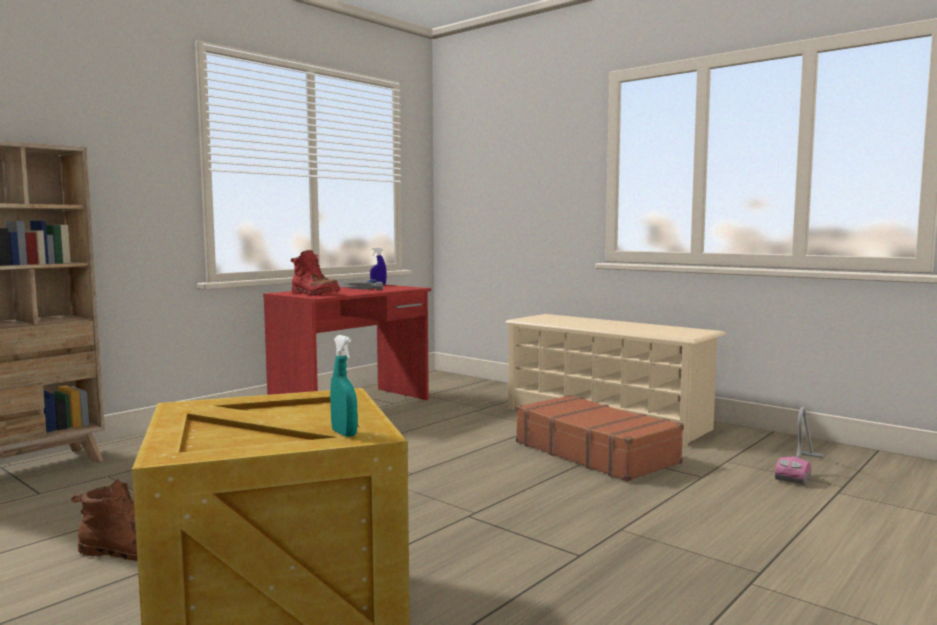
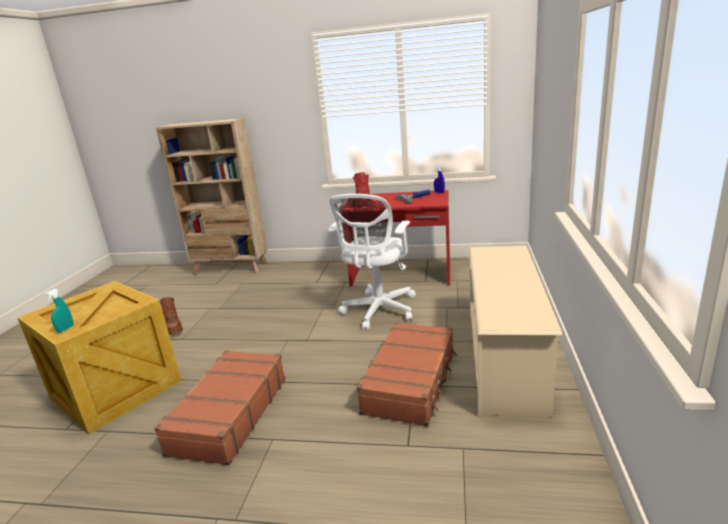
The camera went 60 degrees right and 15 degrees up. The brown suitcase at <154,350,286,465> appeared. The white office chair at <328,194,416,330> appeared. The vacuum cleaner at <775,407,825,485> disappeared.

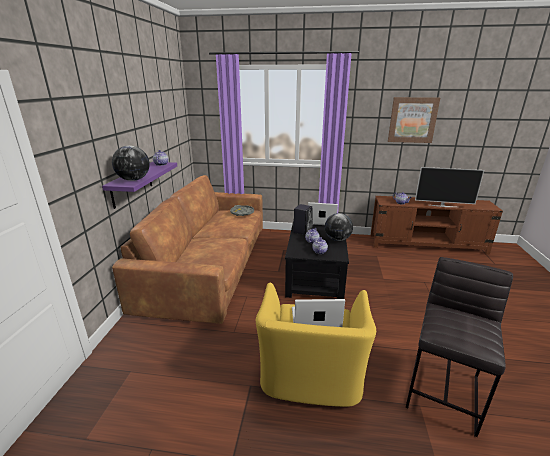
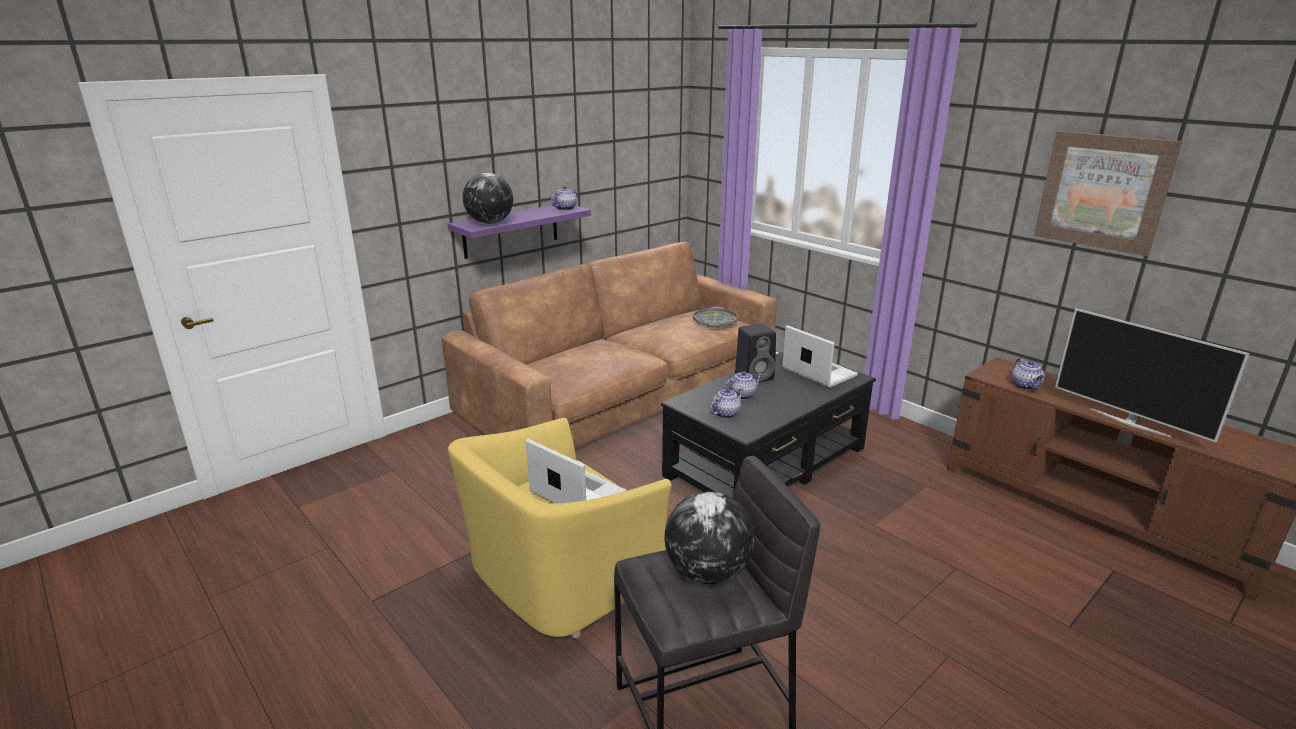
The camera went 40 degrees right and 0 degrees up. The globe moved from <325,213,353,241> to <665,491,755,584>.

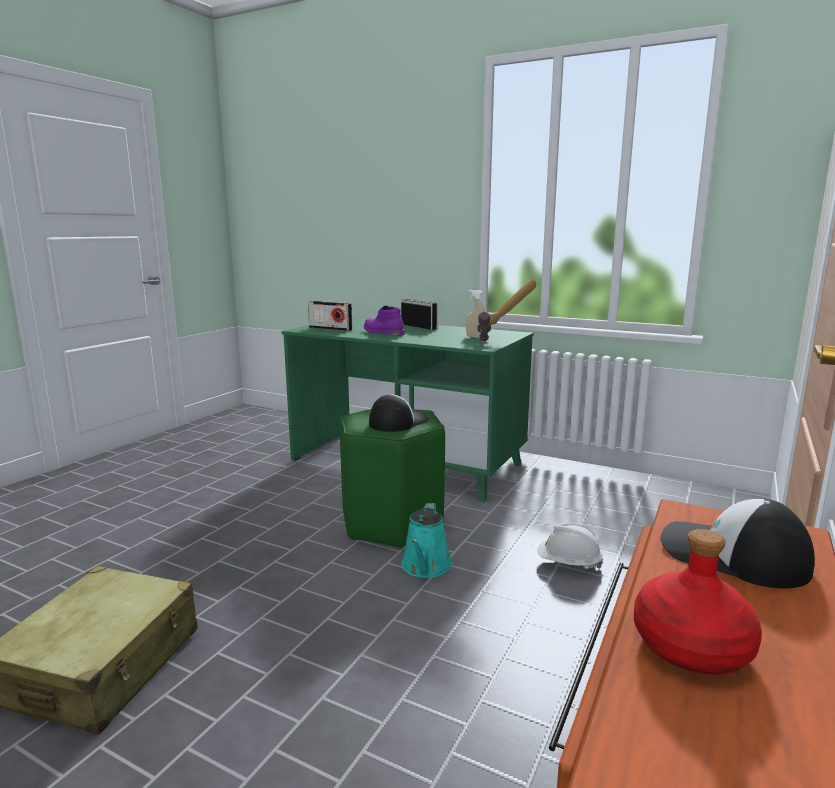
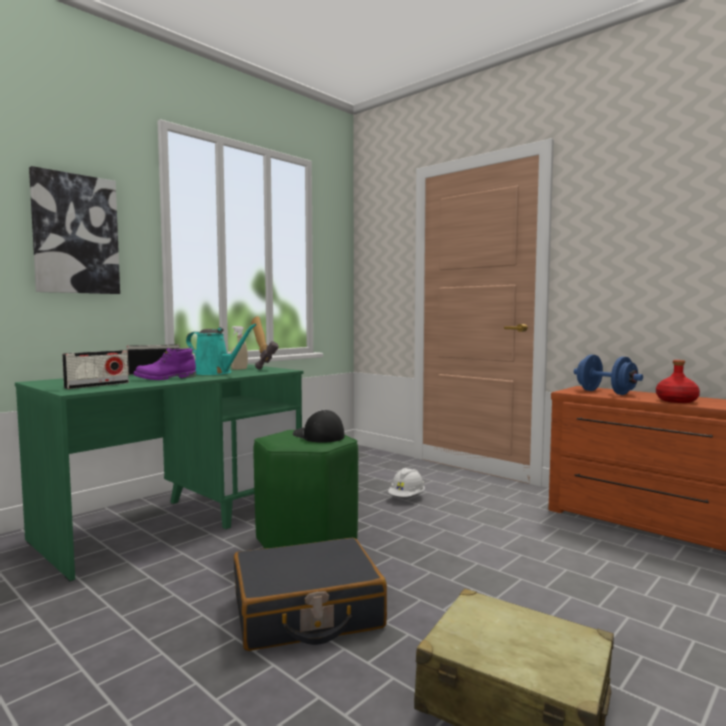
The camera went 75 degrees left and 10 degrees down. The picture at <29,166,120,294> appeared. The turquoise watering can moved from <401,503,452,578> to <186,324,256,375>. The black suitcase at <234,538,387,651> appeared. The cap at <661,499,815,588> was replaced by the blue dumbbell at <574,355,643,395>.

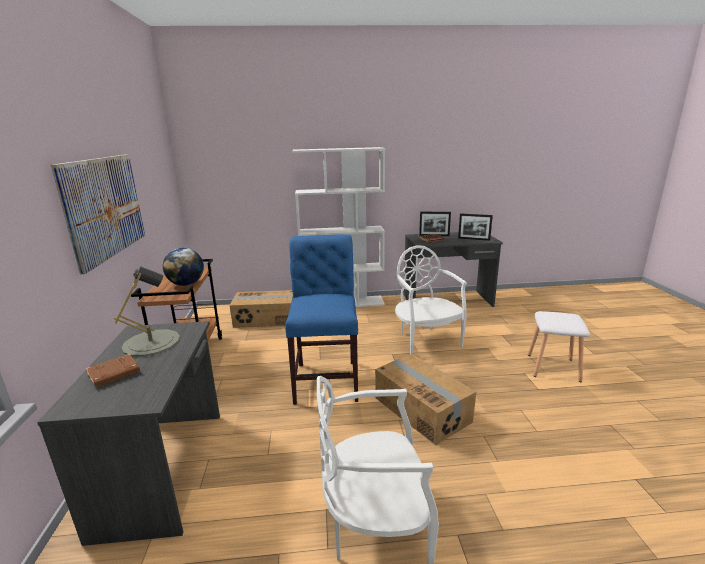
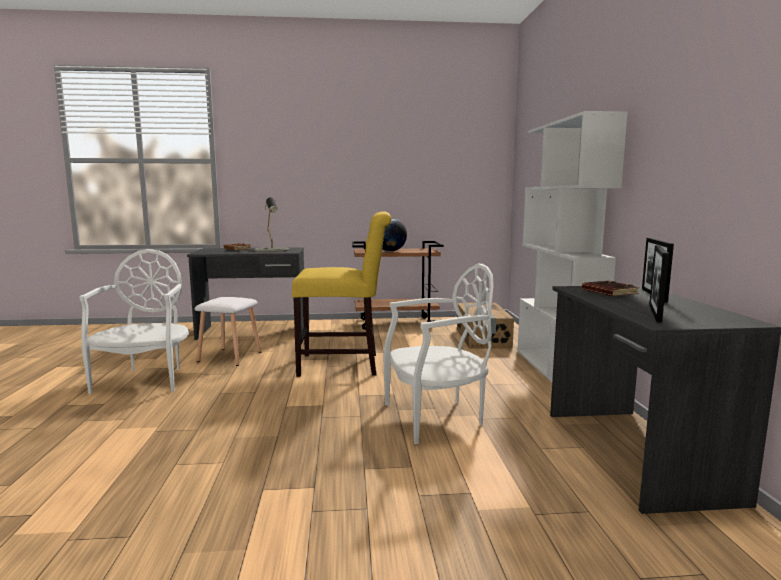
The camera went 90 degrees right and 10 degrees down. The white stool moved from <528,311,590,382> to <195,297,262,366>. The blue chair at <285,234,358,405> became the yellow chair at <292,211,391,377>. The picture at <51,154,145,274> disappeared. The cardboard box at <375,354,476,445> disappeared.

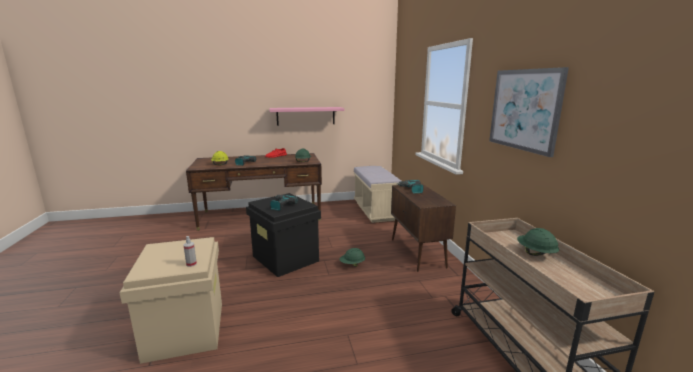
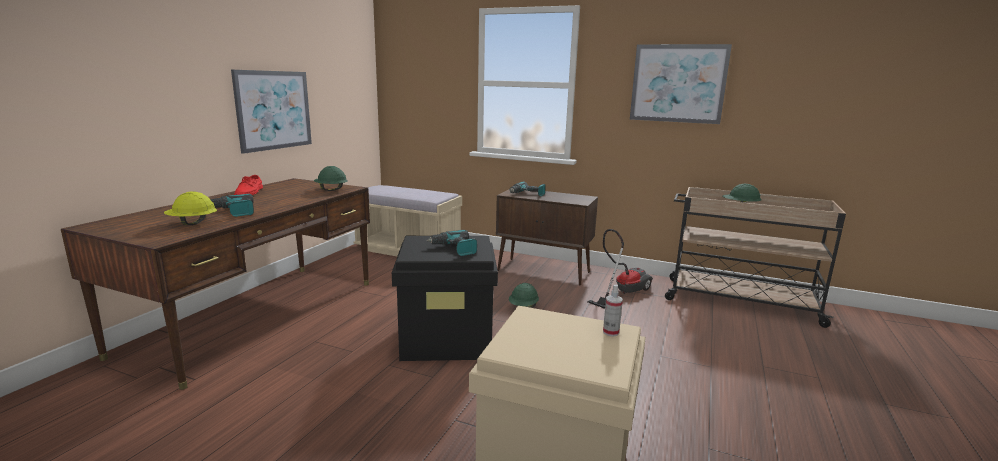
The camera went 55 degrees left and 0 degrees up. The pink shelf at <269,107,344,126> was replaced by the picture at <231,70,312,154>. The vacuum cleaner at <587,229,653,309> appeared.

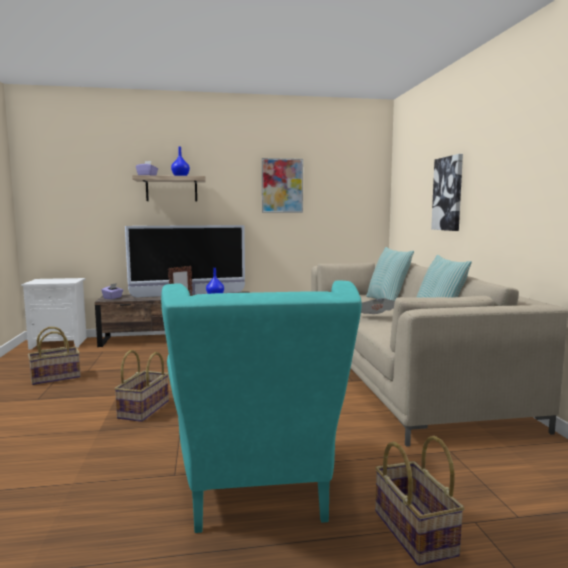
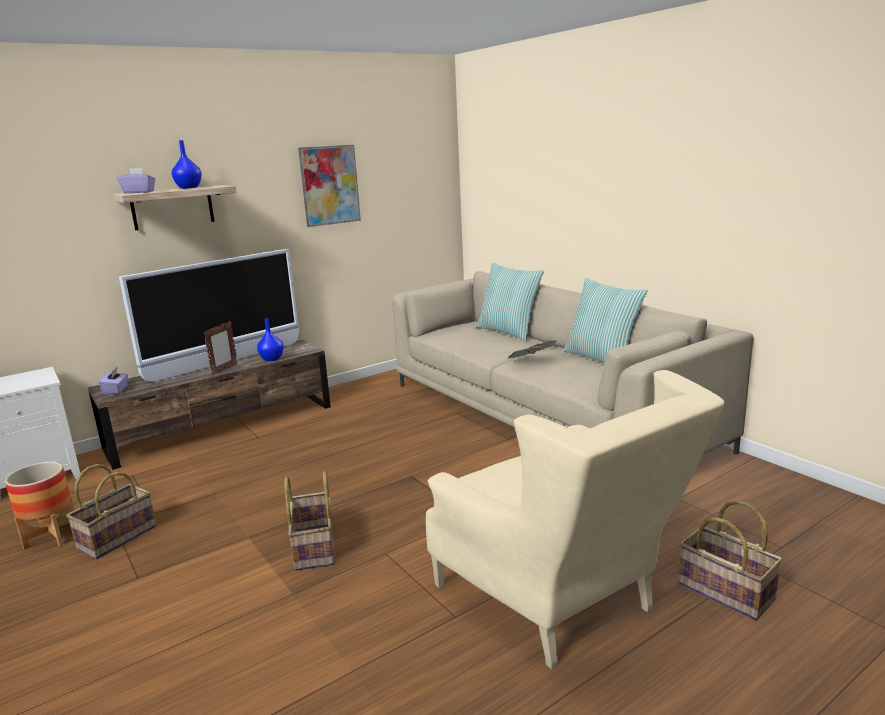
The camera went 25 degrees left and 10 degrees up. The planter at <5,462,75,550> appeared. The turquoise armchair at <161,280,362,533> became the beige armchair at <426,370,725,670>. The picture at <431,154,463,231> disappeared.

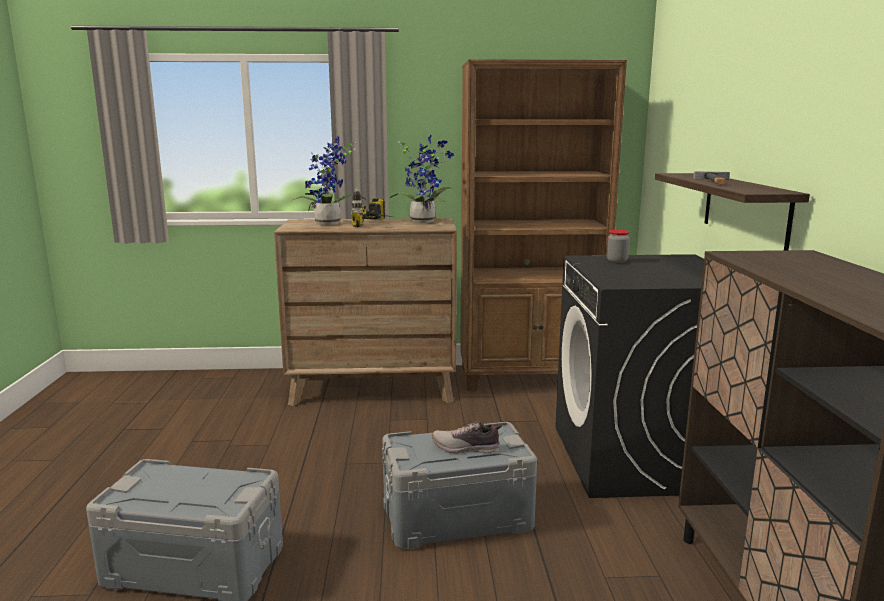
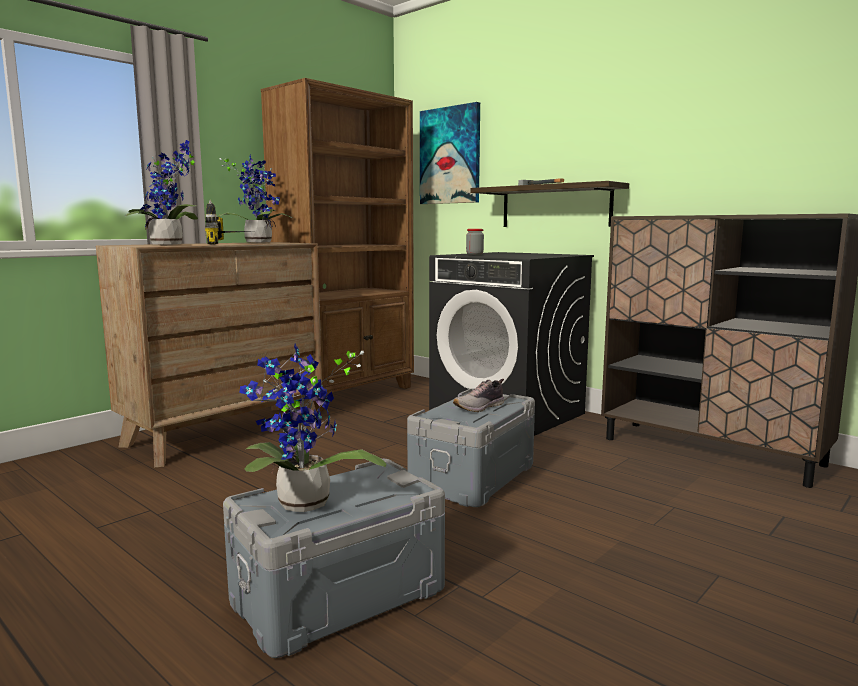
The camera went 45 degrees left and 5 degrees down. The potted plant at <240,344,387,512> appeared. The picture at <420,102,480,204> appeared.

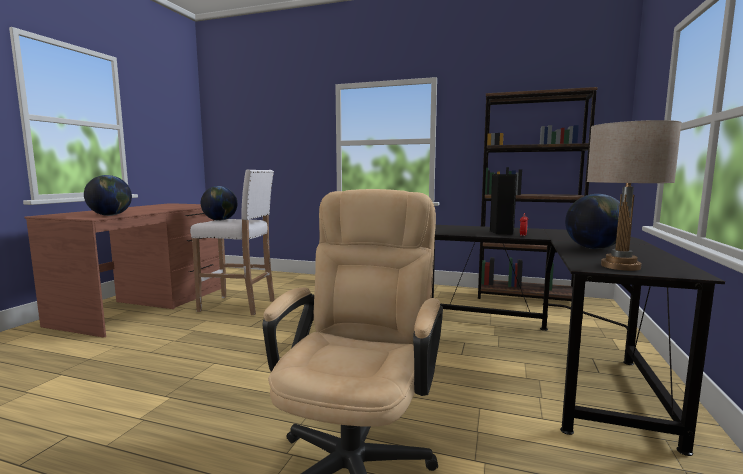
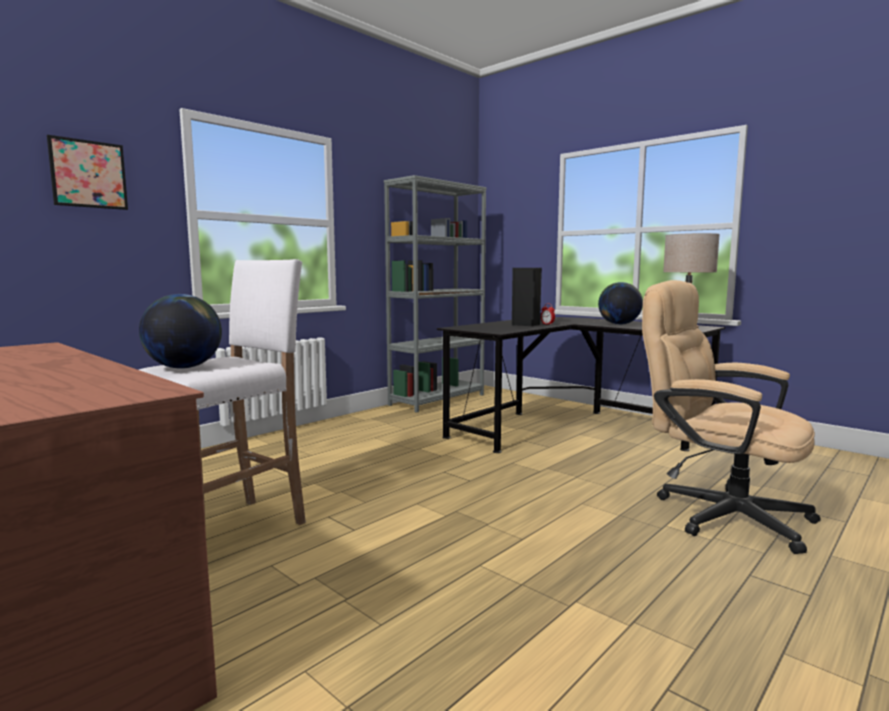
The camera went 65 degrees left and 0 degrees up. The picture at <47,135,128,210> appeared. The brown bookcase at <478,87,598,301> became the grey bookcase at <384,175,487,413>. The globe at <84,175,132,216> disappeared.

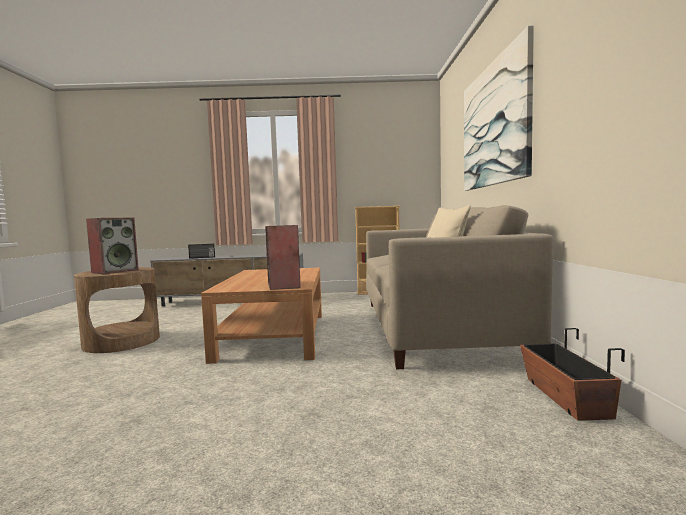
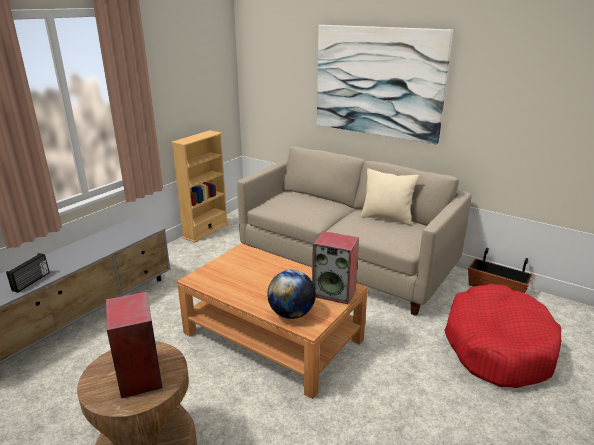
The camera went 55 degrees left and 20 degrees up. The globe at <267,270,316,319> appeared. The red dog bed at <444,284,561,388> appeared.

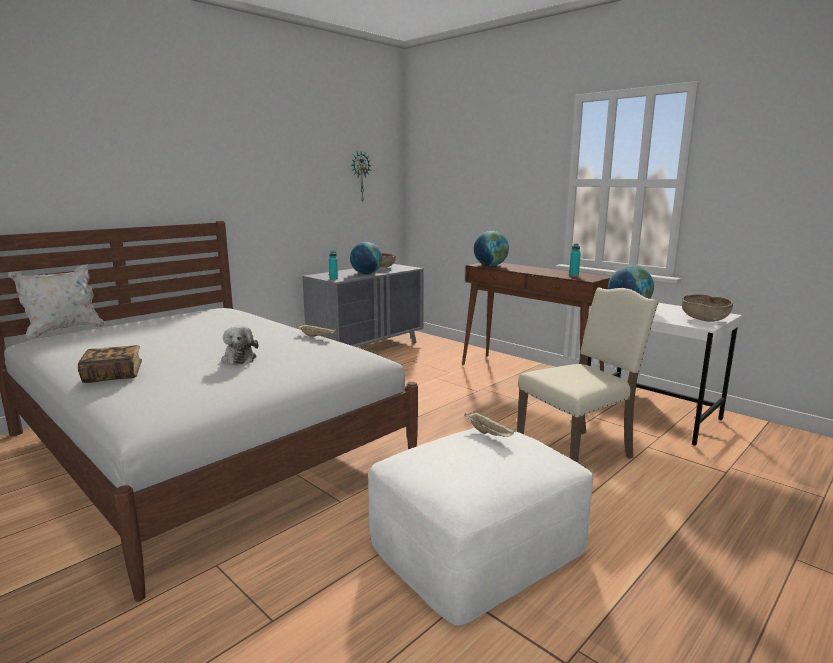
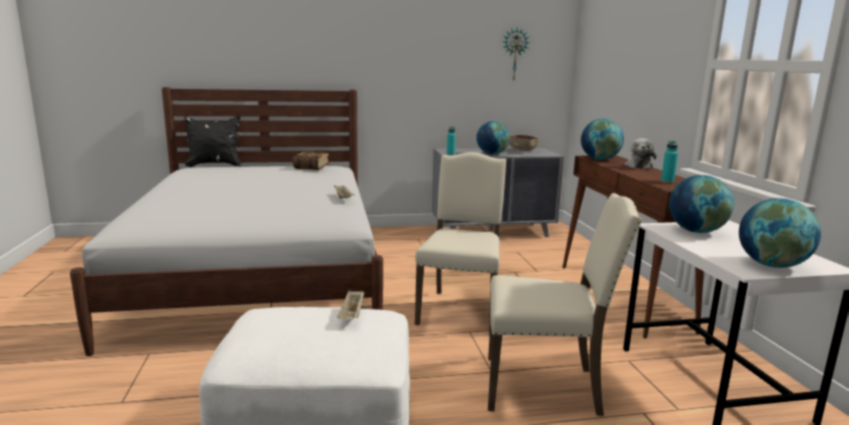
The camera went 35 degrees right and 0 degrees up. The white pillow at <8,264,105,339> became the black pillow at <184,116,242,167>. The book moved from <78,345,142,383> to <293,151,330,170>. The beige chair at <415,152,506,334> appeared. The plush toy moved from <221,326,258,365> to <624,138,657,169>. The brown bowl at <682,294,733,322> was replaced by the globe at <739,198,821,268>.

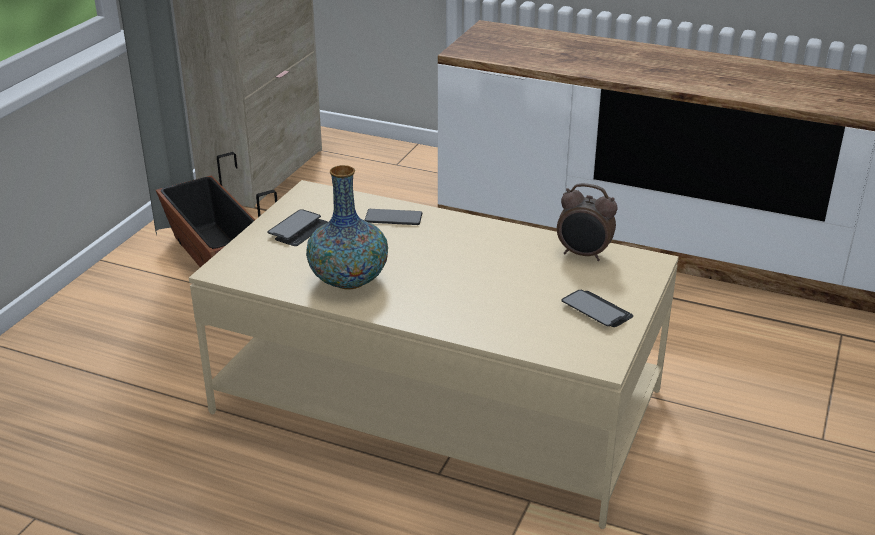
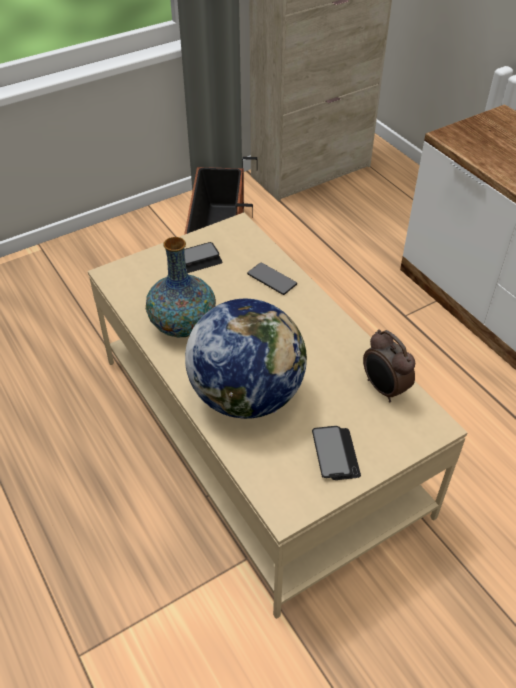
The camera went 35 degrees right and 15 degrees up. The globe at <185,298,307,419> appeared.

